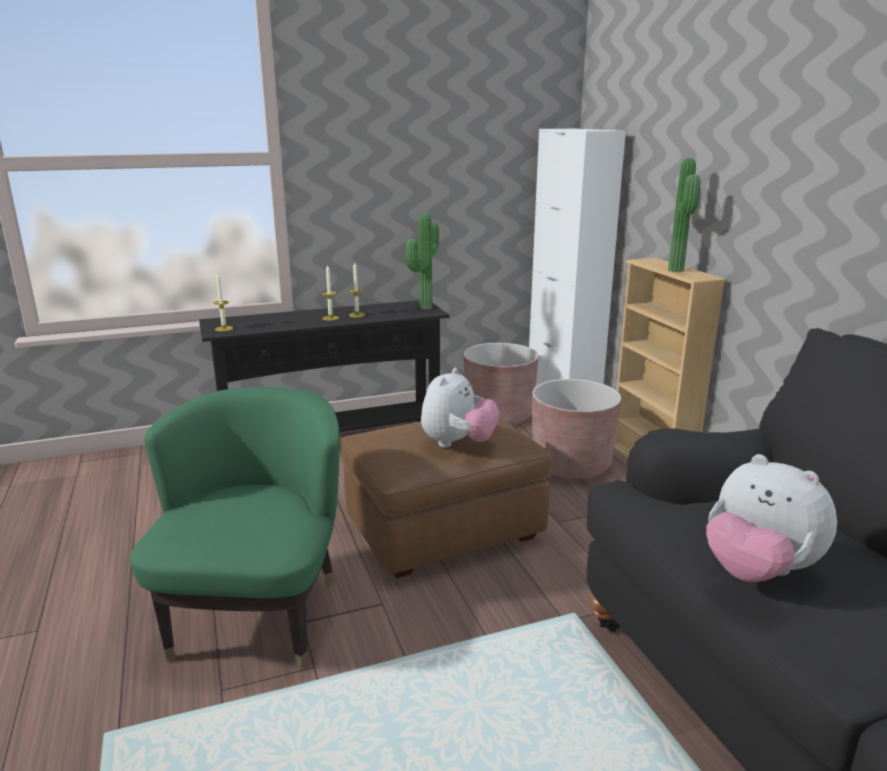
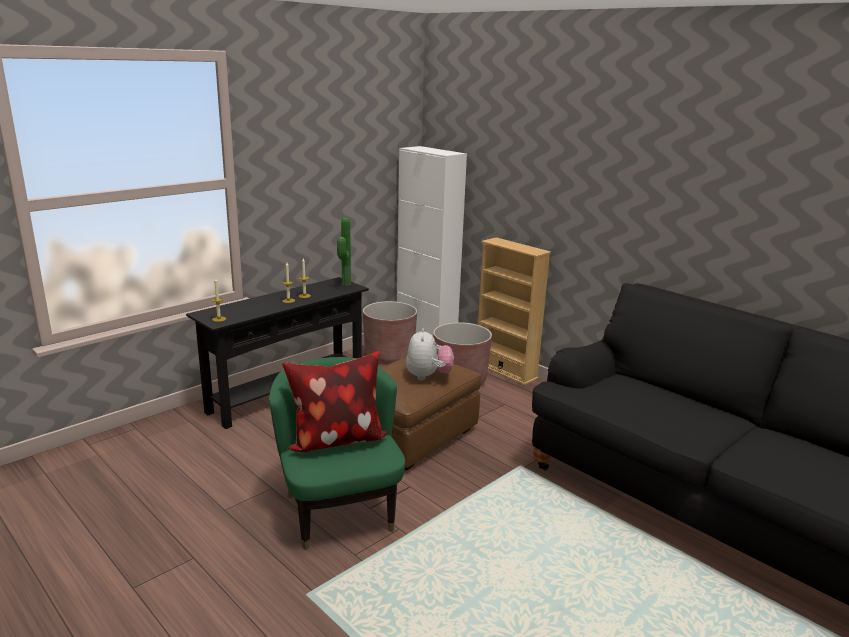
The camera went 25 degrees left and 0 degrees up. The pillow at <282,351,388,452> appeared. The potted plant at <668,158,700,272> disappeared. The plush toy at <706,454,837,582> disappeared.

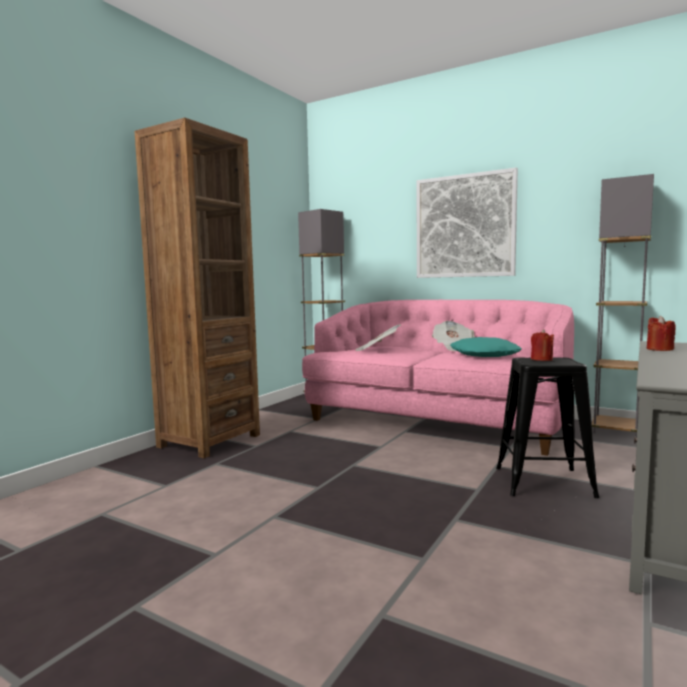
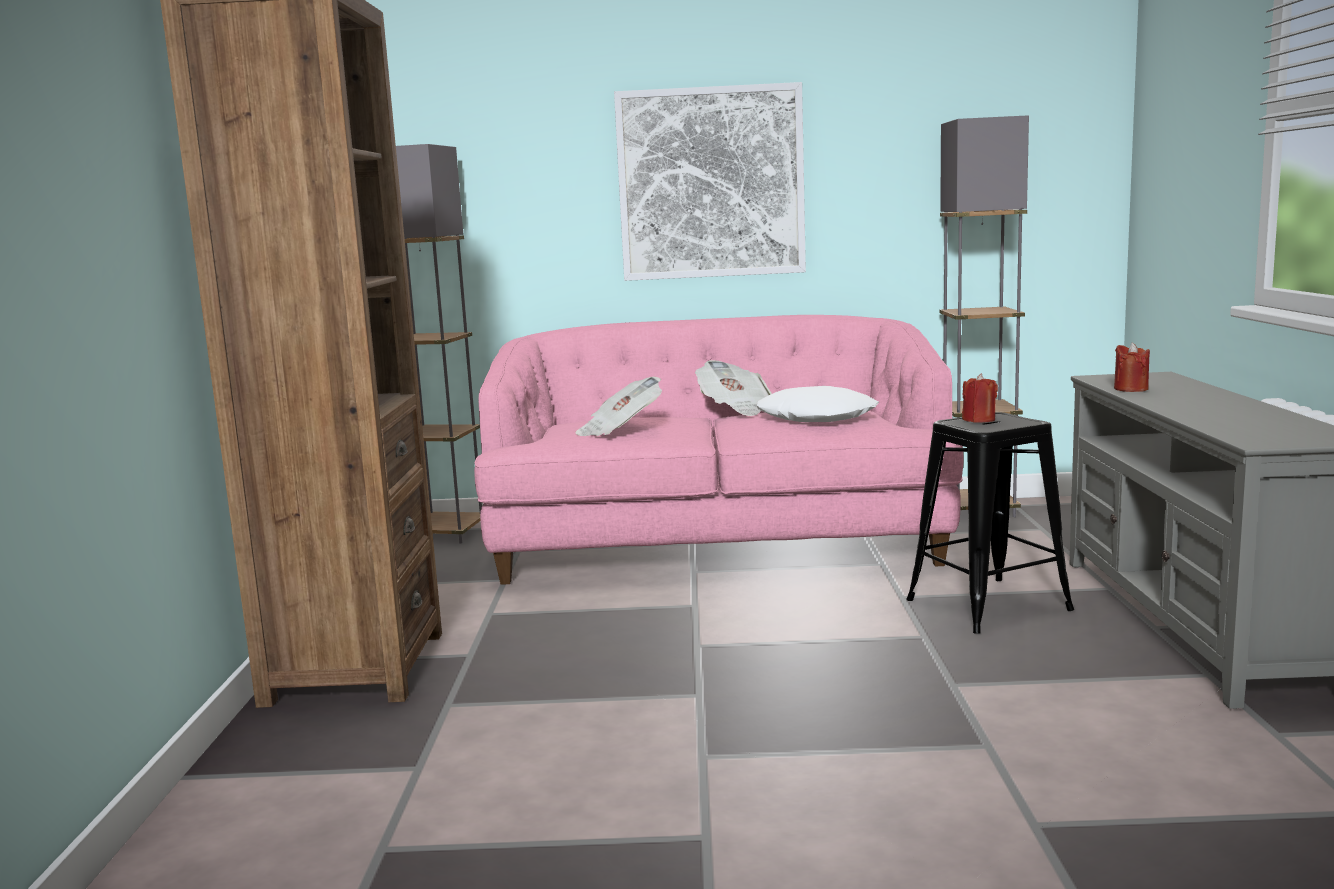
The camera went 30 degrees left and 5 degrees up. The turquoise pillow at <450,337,522,357> became the white pillow at <757,386,879,422>.

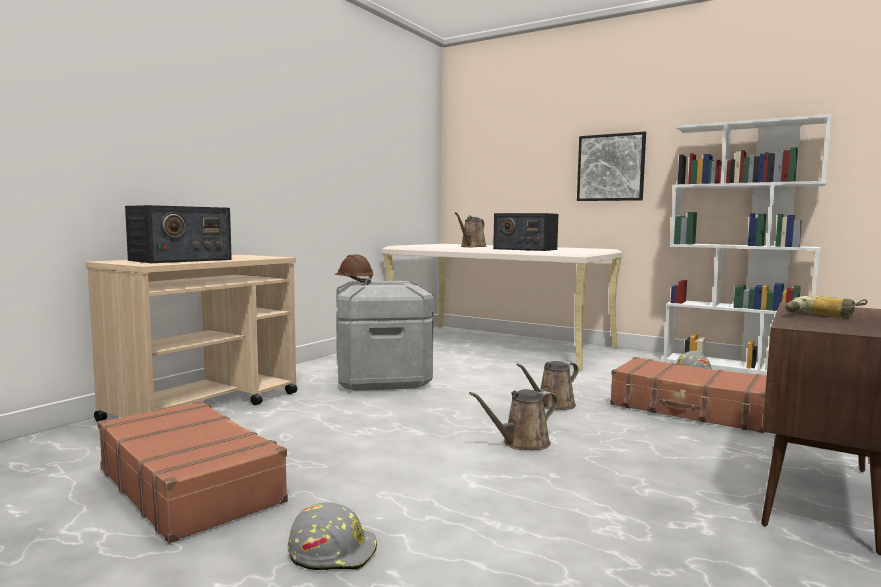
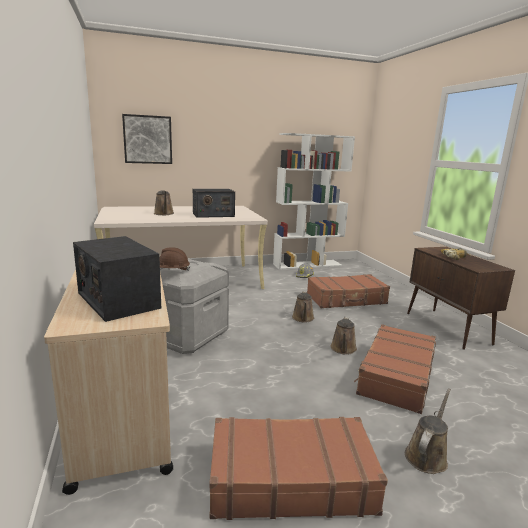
The camera went 50 degrees left and 10 degrees up. The radio at <125,205,232,263> turned 150 degrees clockwise. The picture moved from <577,132,646,201> to <122,114,172,164>. The brown suitcase at <354,324,436,414> appeared. The grey hard hat at <288,502,377,570> was replaced by the brown watering can at <405,388,451,474>.

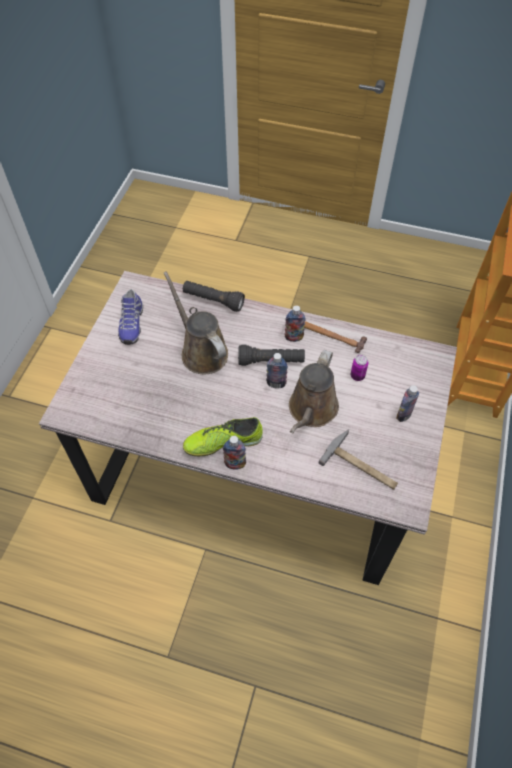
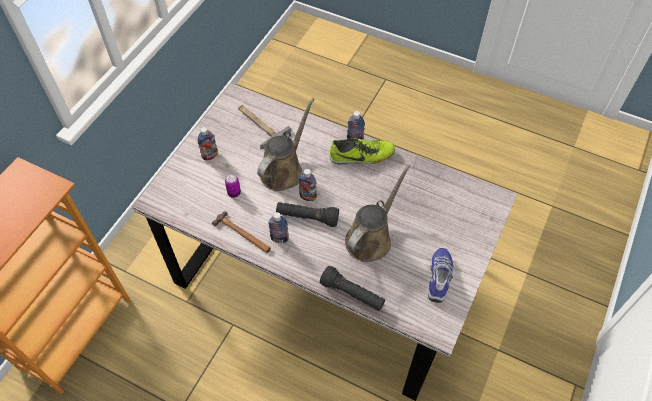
The camera went 170 degrees left and 0 degrees up. The brown watering can at <164,271,228,374> turned 120 degrees counterclockwise.

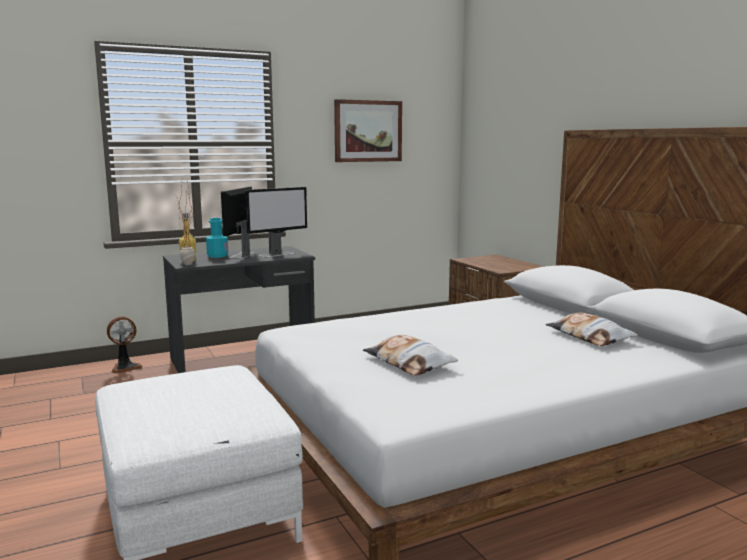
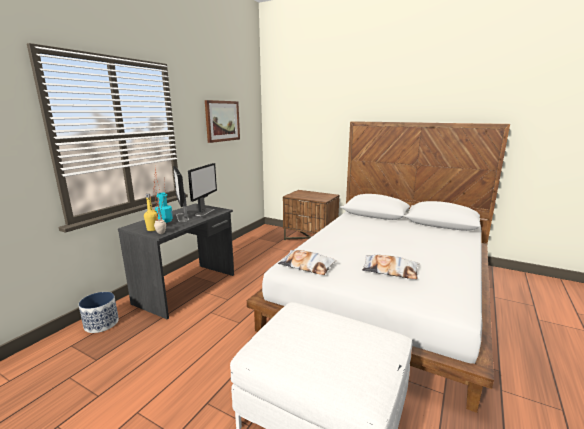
The camera went 35 degrees left and 5 degrees up. The fan at <107,316,143,374> was replaced by the planter at <79,292,119,333>. The pillow moved from <546,313,638,346> to <278,250,337,275>.

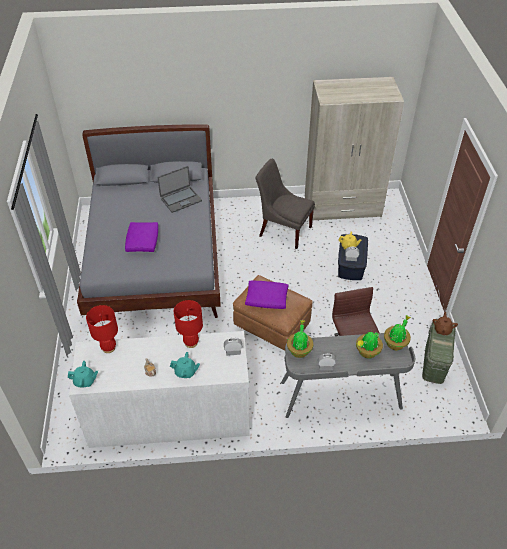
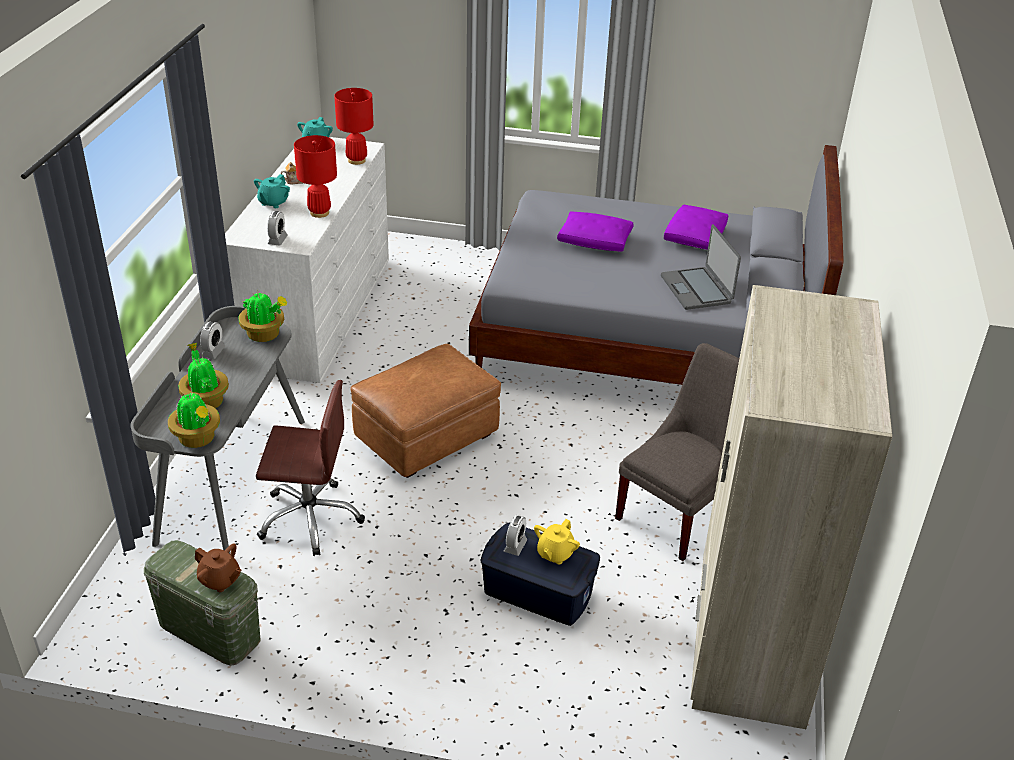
The camera went 105 degrees right and 10 degrees down. The purple pillow moved from <245,281,289,309> to <664,205,728,250>.

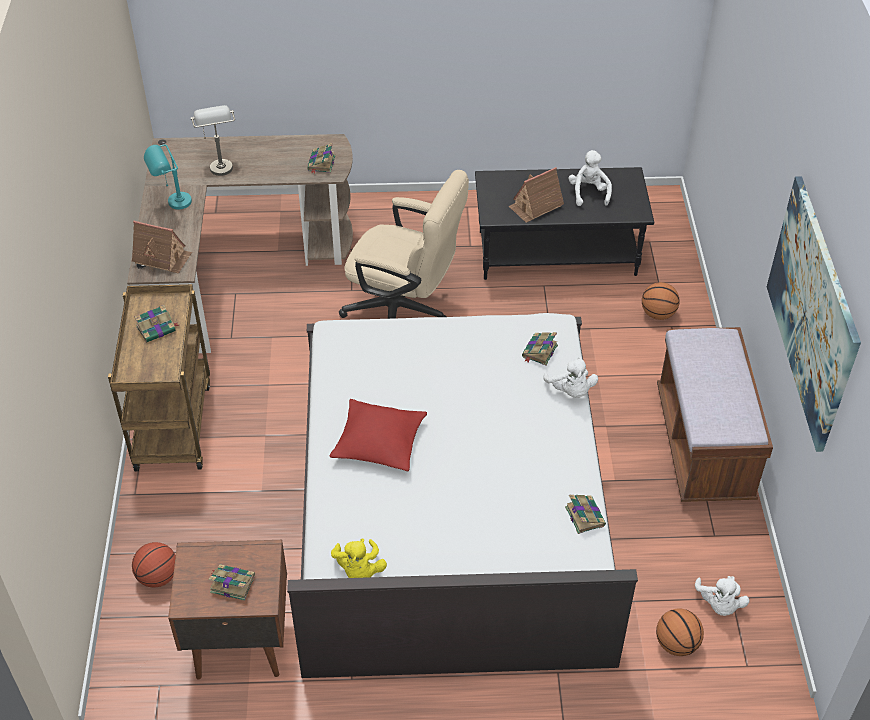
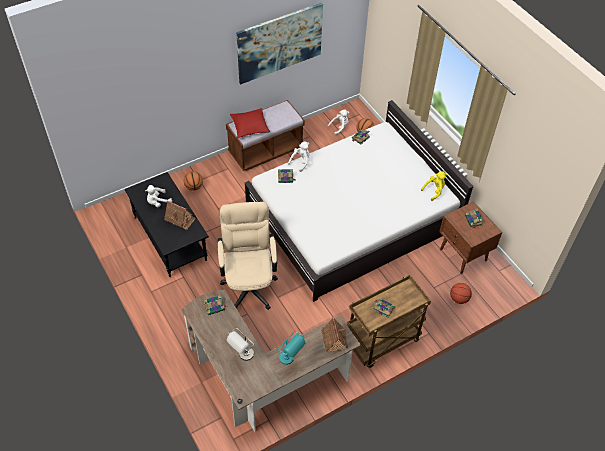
The camera went 120 degrees left and 5 degrees up. The red pillow moved from <329,399,427,471> to <230,108,270,138>.

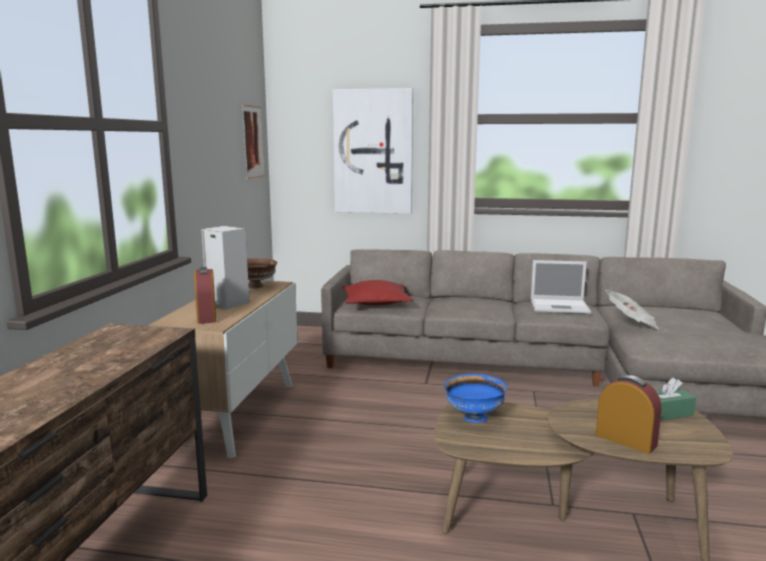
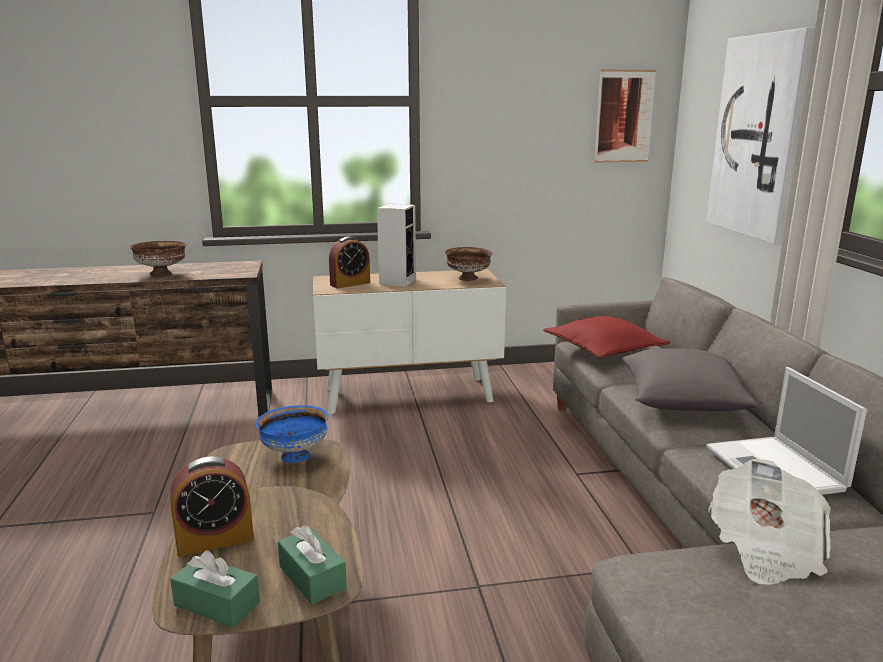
The camera went 70 degrees right and 5 degrees up. The brown bowl at <130,241,187,276> appeared. The green tissue box at <170,550,260,628> appeared. The alarm clock at <596,375,662,454> turned 45 degrees clockwise. The grey pillow at <622,348,757,411> appeared.

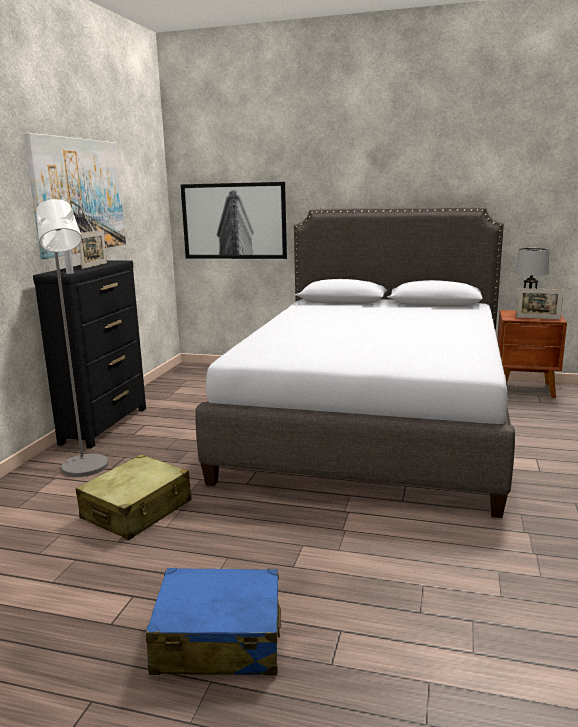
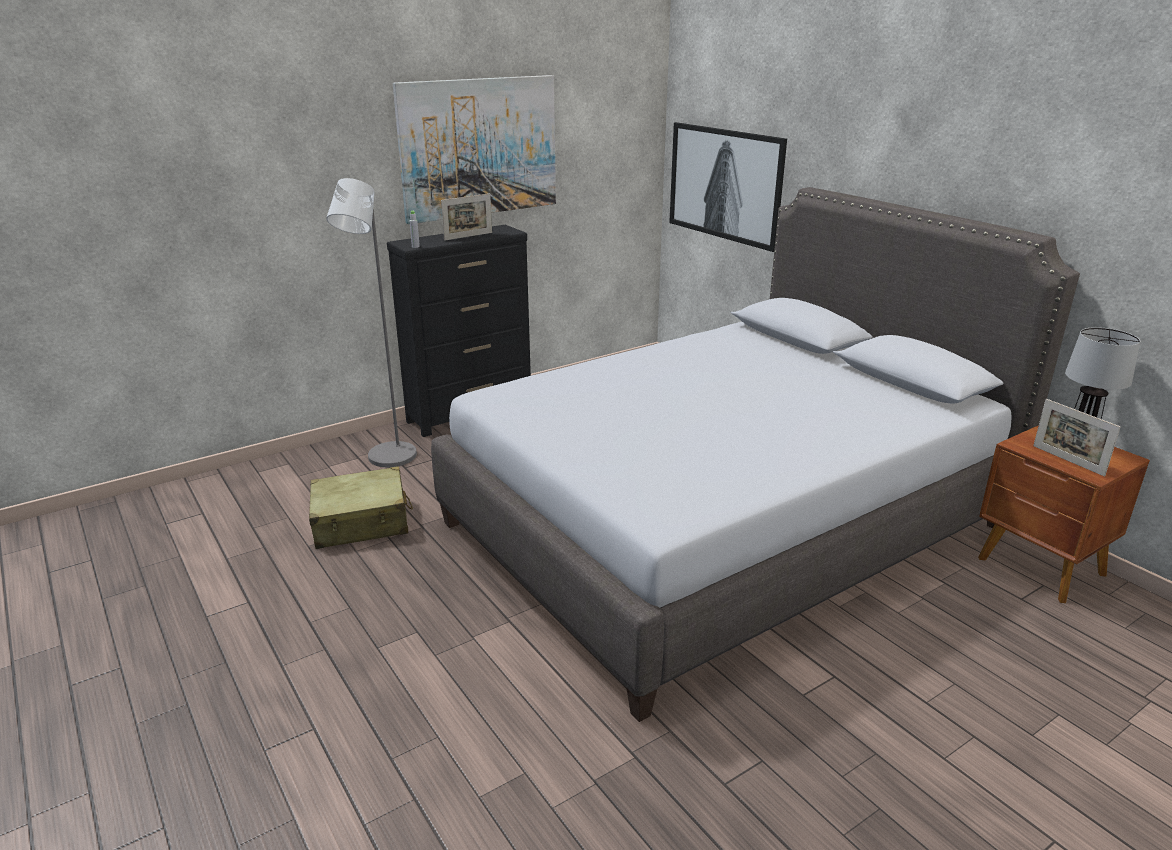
The camera went 40 degrees right and 10 degrees up. The blue suitcase at <146,568,281,675> disappeared.

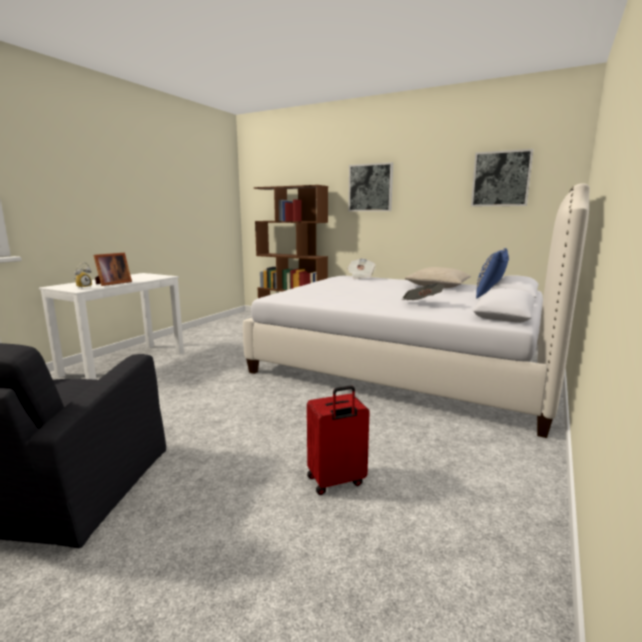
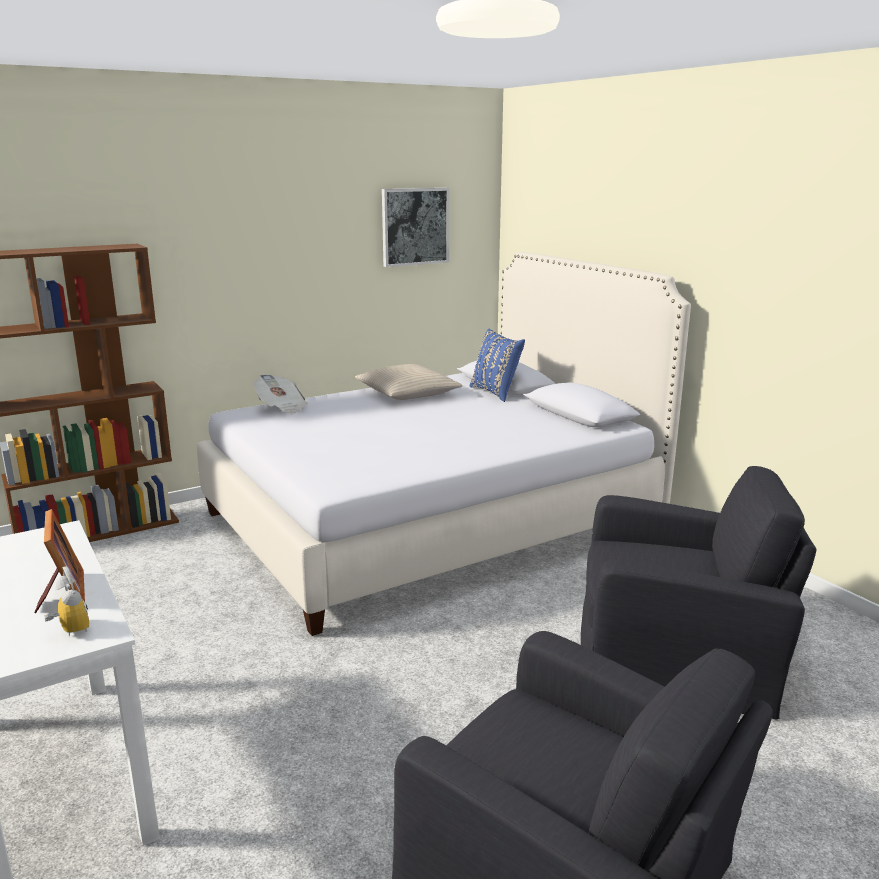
The camera went 60 degrees left and 5 degrees up. The red suitcase at <307,386,370,495> was replaced by the black armchair at <581,466,817,719>. The picture at <348,162,393,211> disappeared. The newspaper at <402,283,445,300> disappeared.

